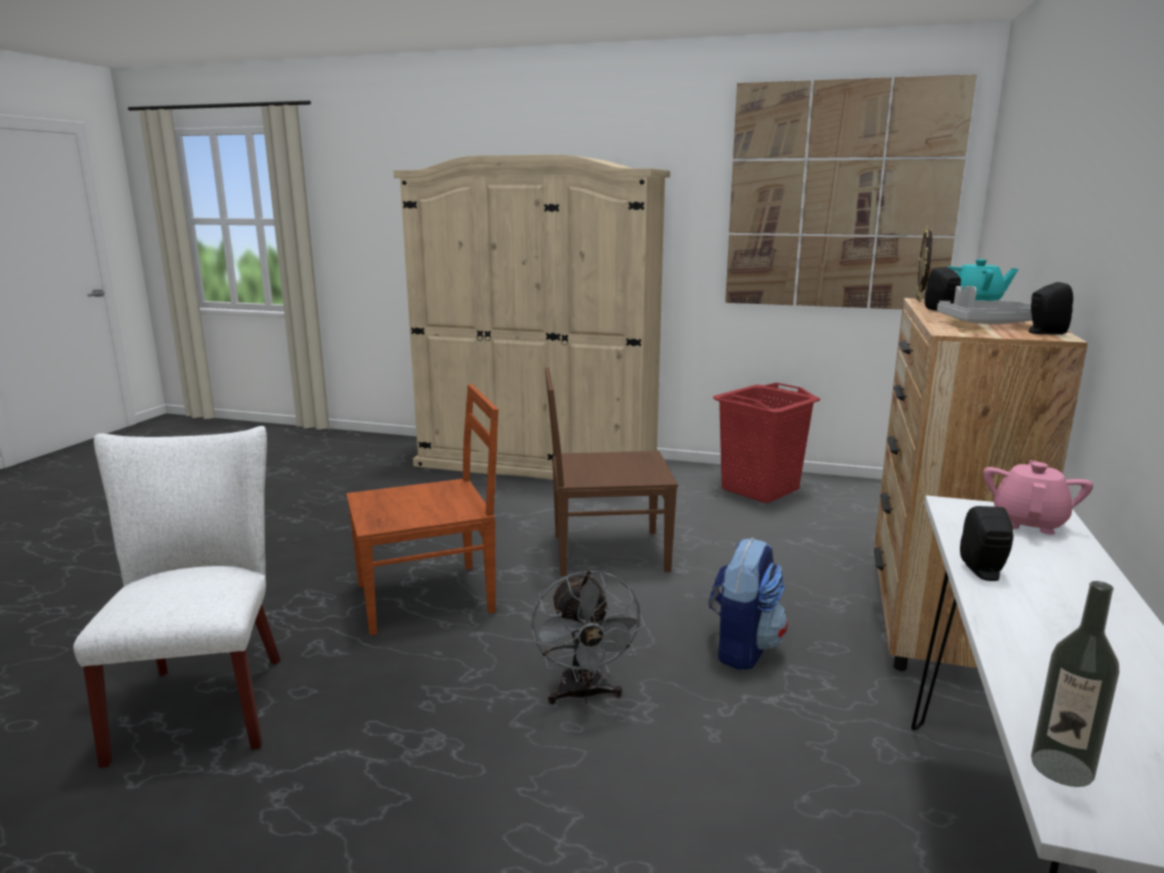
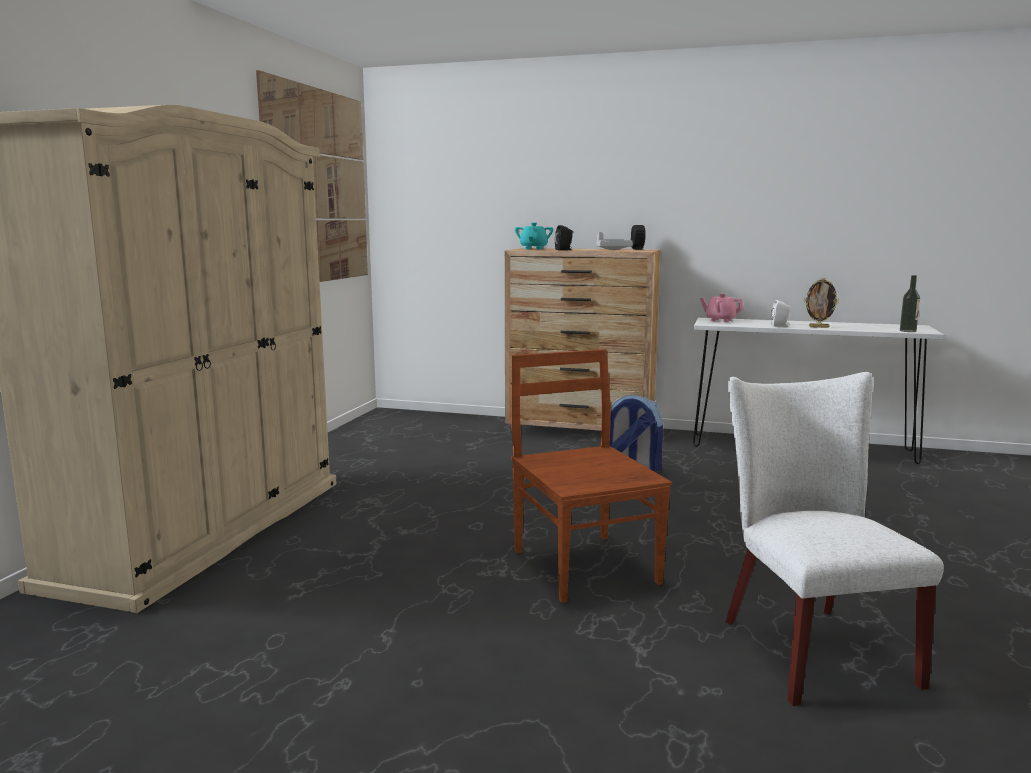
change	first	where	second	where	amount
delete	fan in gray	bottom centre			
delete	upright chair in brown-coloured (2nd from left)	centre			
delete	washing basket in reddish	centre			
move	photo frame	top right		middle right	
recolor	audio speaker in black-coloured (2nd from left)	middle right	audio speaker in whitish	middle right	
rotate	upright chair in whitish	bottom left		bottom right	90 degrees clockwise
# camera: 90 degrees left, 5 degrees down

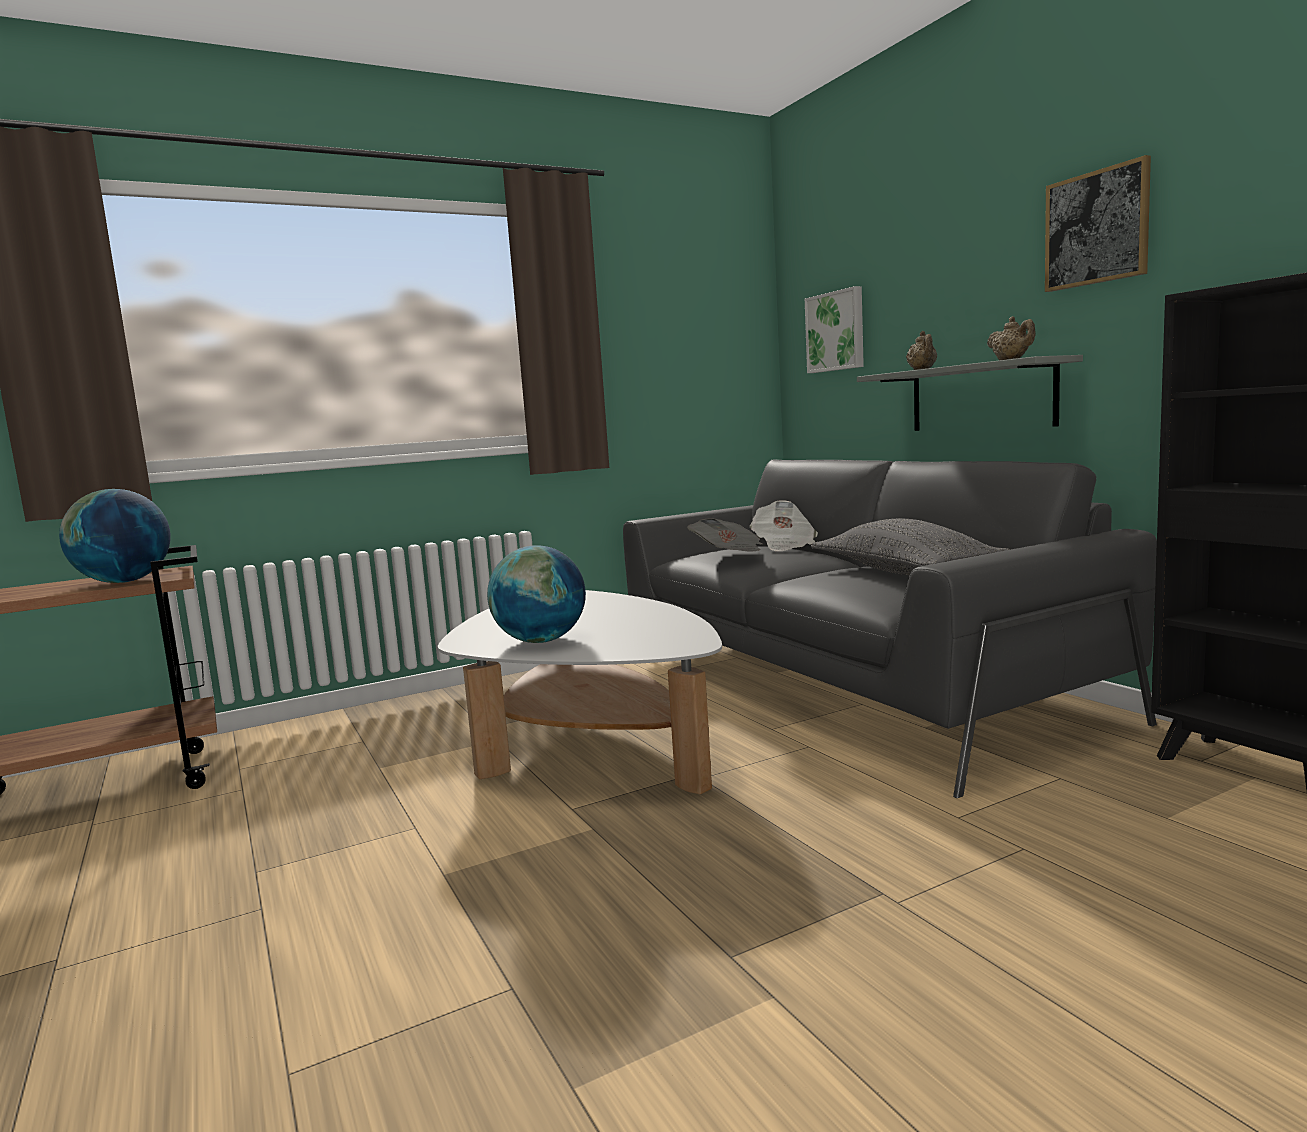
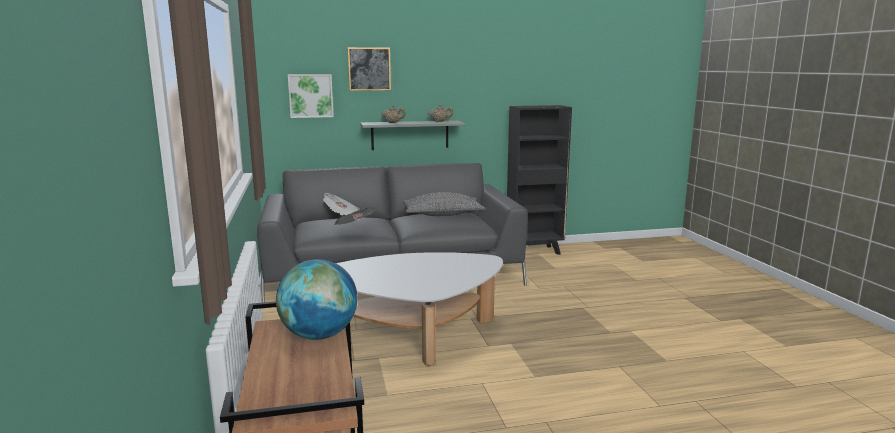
change	first	where	second	where	amount
delete	world globe (2nd from left)	centre			
move	wall picture (2nd from left)	top right		top centre	
# camera: 75 degrees left, 5 degrees up

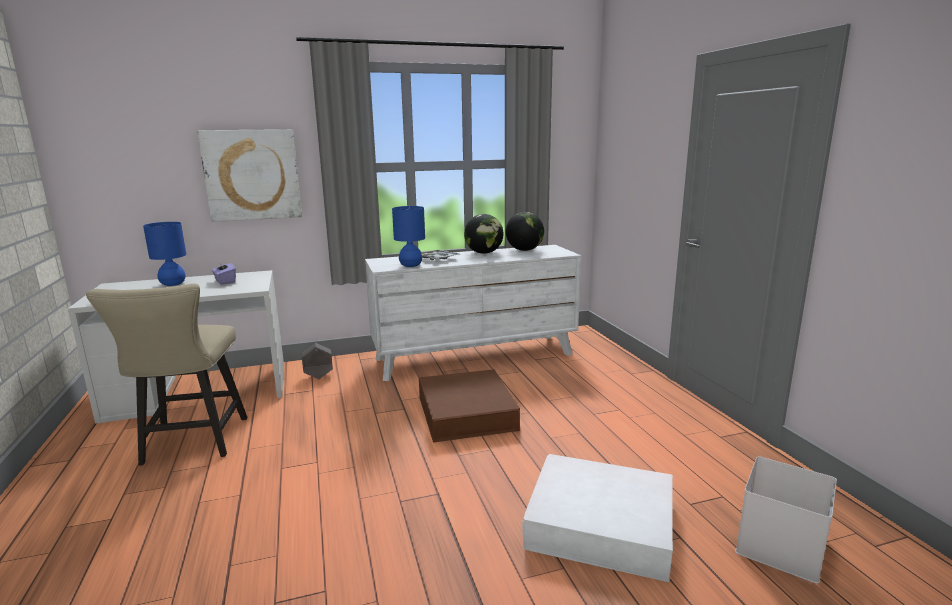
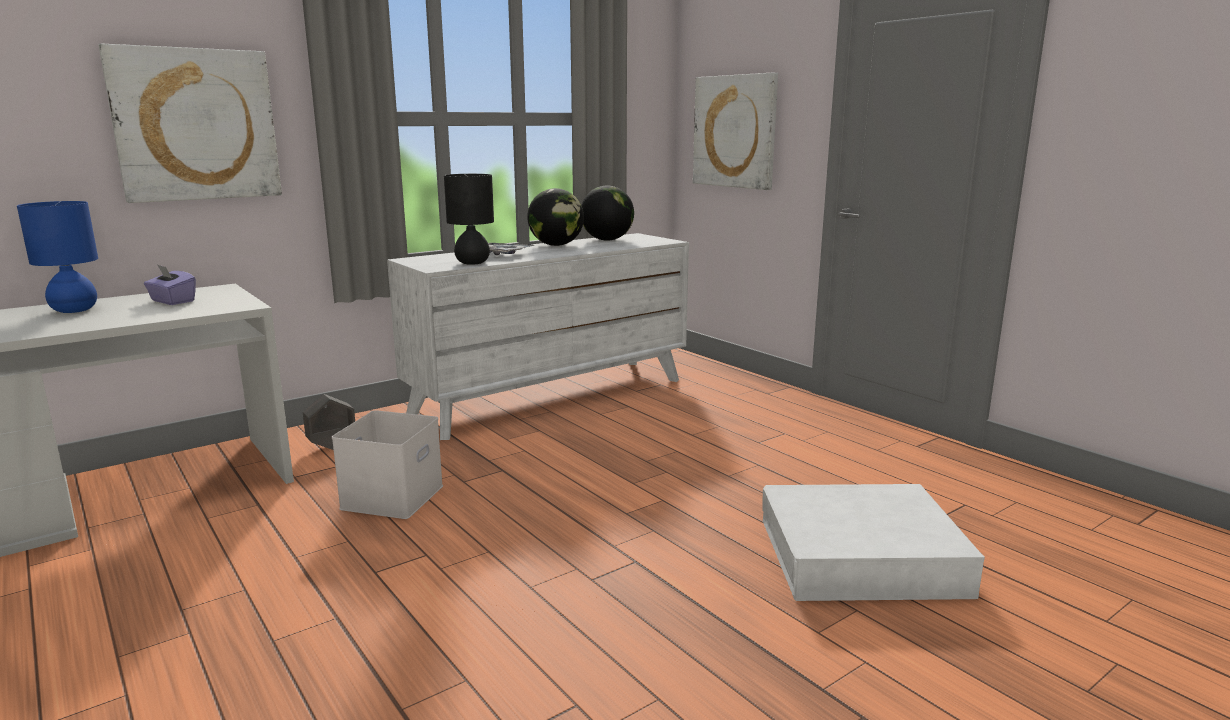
change	first	where	second	where	amount
delete	upright chair in beige	middle left			
delete	storage container in brown-coloured	bottom centre			
insert			wall picture (2nd from left)	top centre	
move	storage container in whitish (2nd from left in the first image)	bottom right	storage container in whitish (1st from left)	middle left	
recolor	tabletop lamp in bluish (2nd from left)	centre	tabletop lamp in black-coloured	top centre	
# camera: 20 degrees left, 0 degrees up

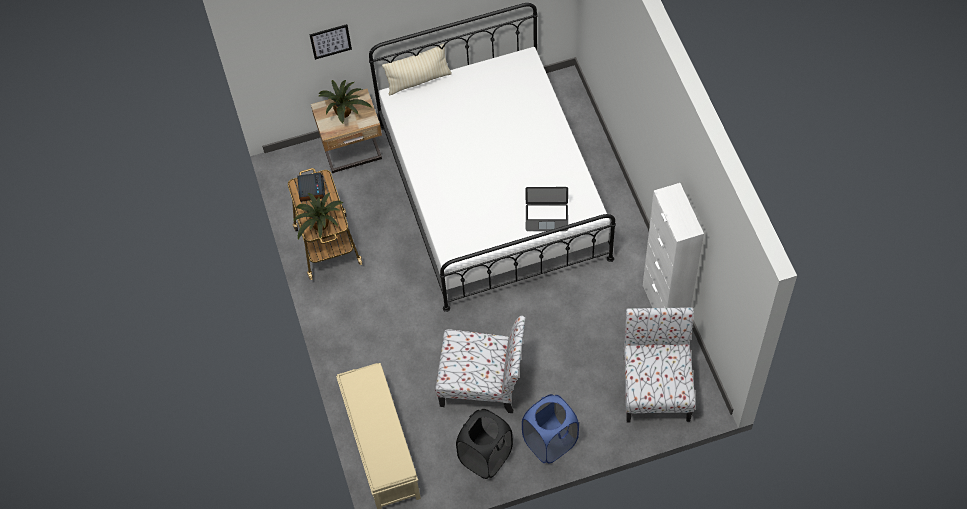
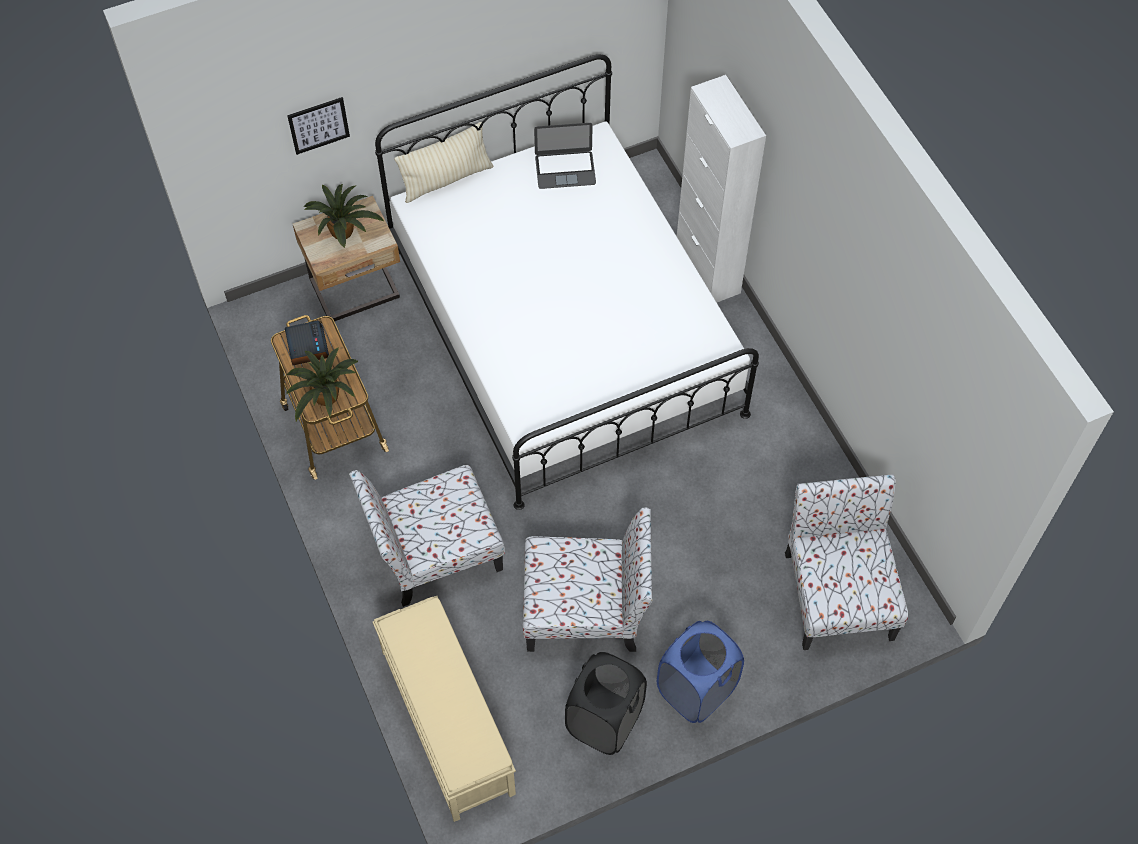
change	first	where	second	where	amount
insert			upright chair (1st from left)	centre	
move	notebook computer	centre		top centre	
move	storage cabinet in whitish	middle right		top centre	
# camera: 10 degrees left, 0 degrees up

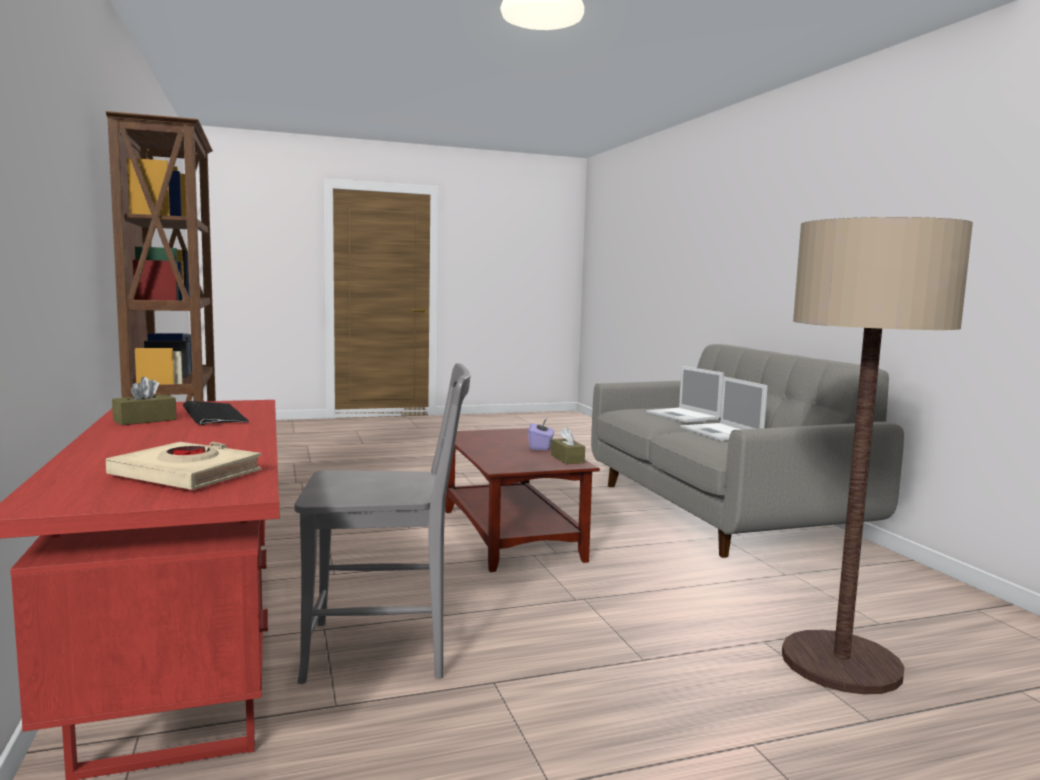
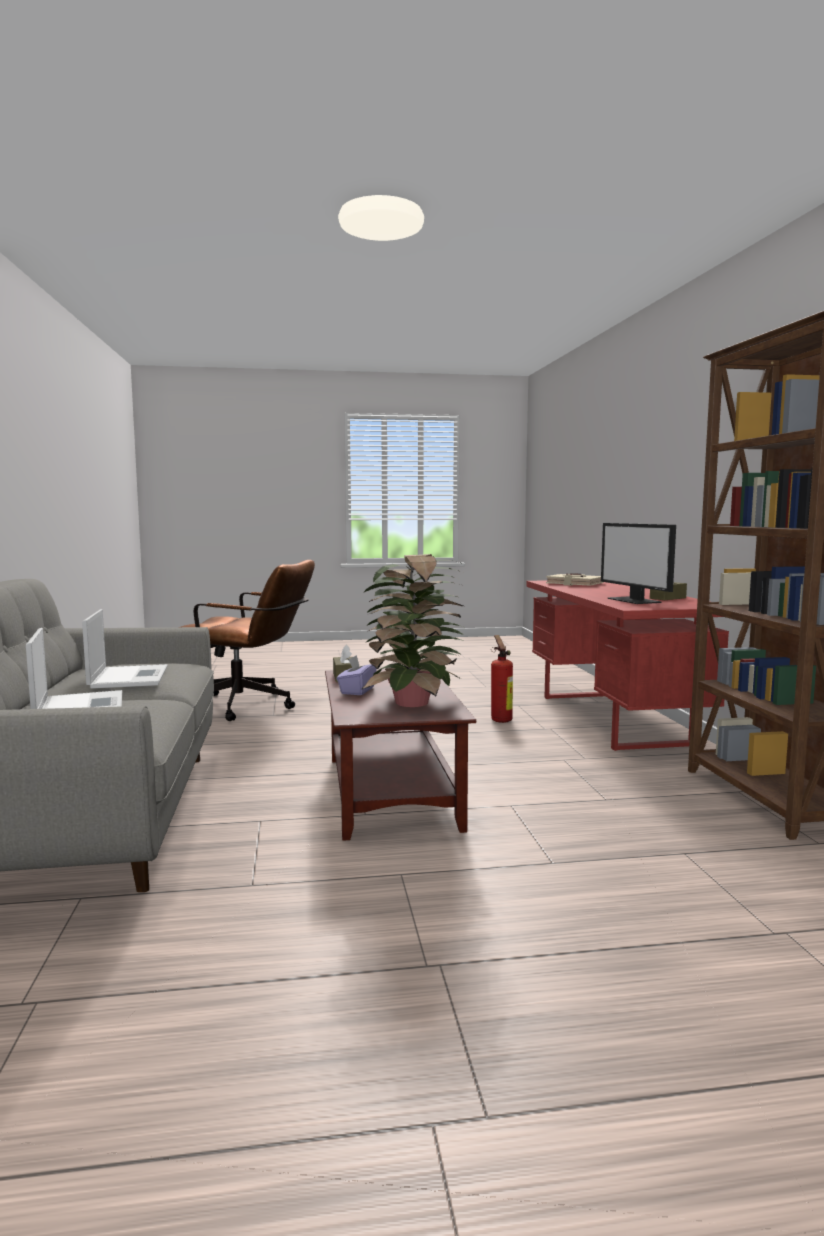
change	first	where	second	where	amount
insert			potted plant	centre	
replace	computer keyboard	middle left	computer screen	middle right	
replace	upright chair in gray	bottom centre	extinguisher	centre	
replace	standard lamp	middle right	desk chair in brown-coloured	middle left	
# camera: 170 degrees left, 0 degrees up

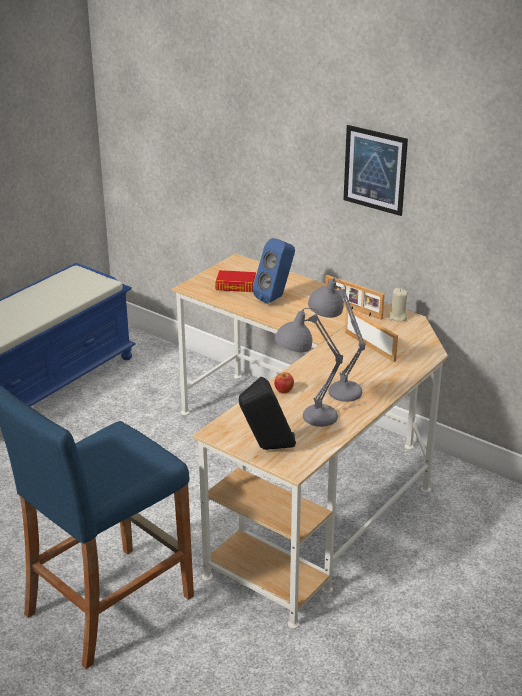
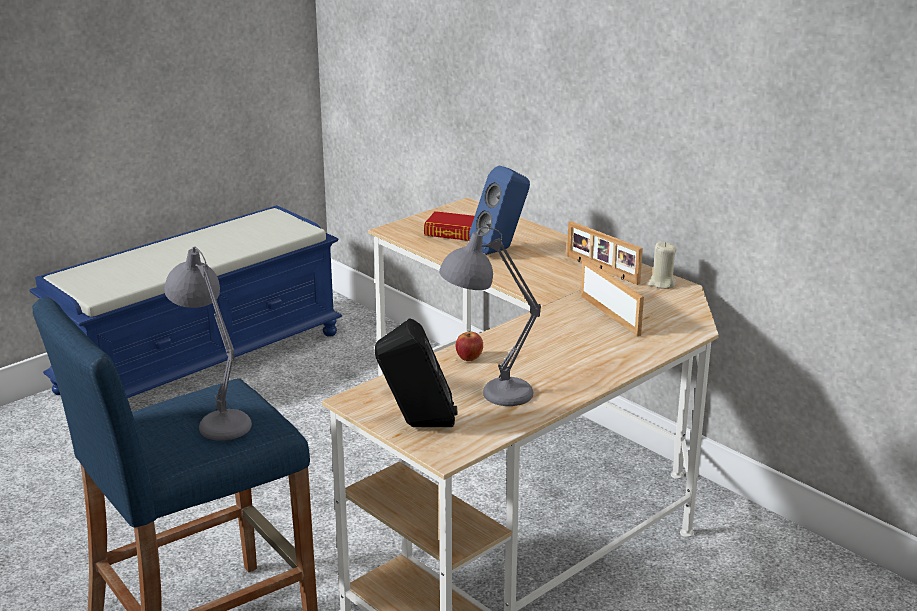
change	first	where	second	where	amount
delete	wall picture	top right			
move	tabletop lamp in gray (2nd from left in the first image)	centre	tabletop lamp in gray (1st from left)	middle left	
# camera: 10 degrees right, 5 degrees down

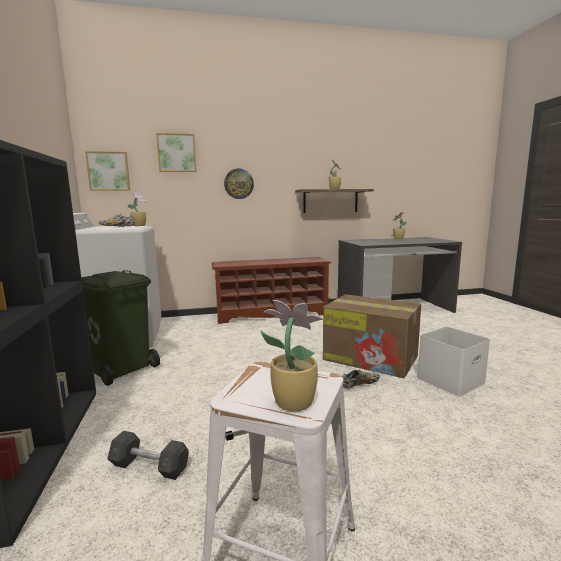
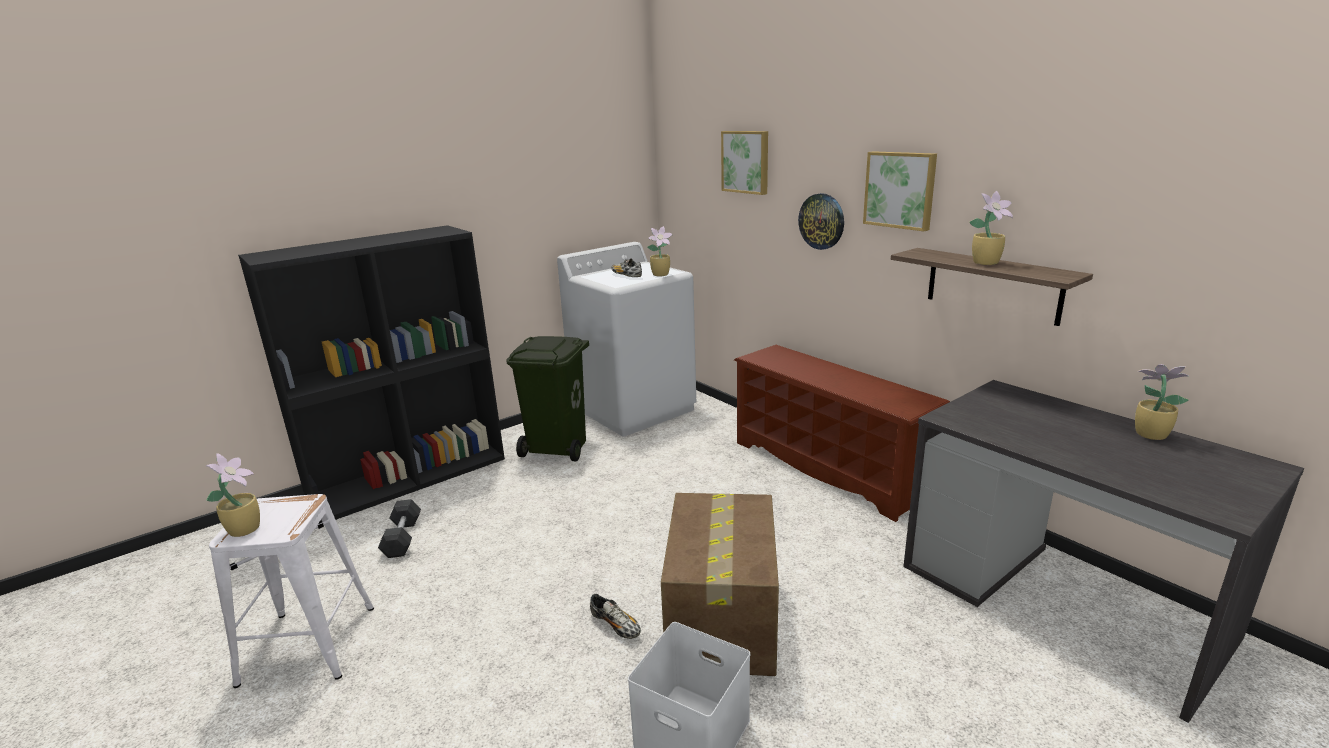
change	first	where	second	where	amount
move	wall picture (1st from left in the first image)	top left	wall picture (2nd from left)	top right	
# camera: 65 degrees right, 10 degrees up

